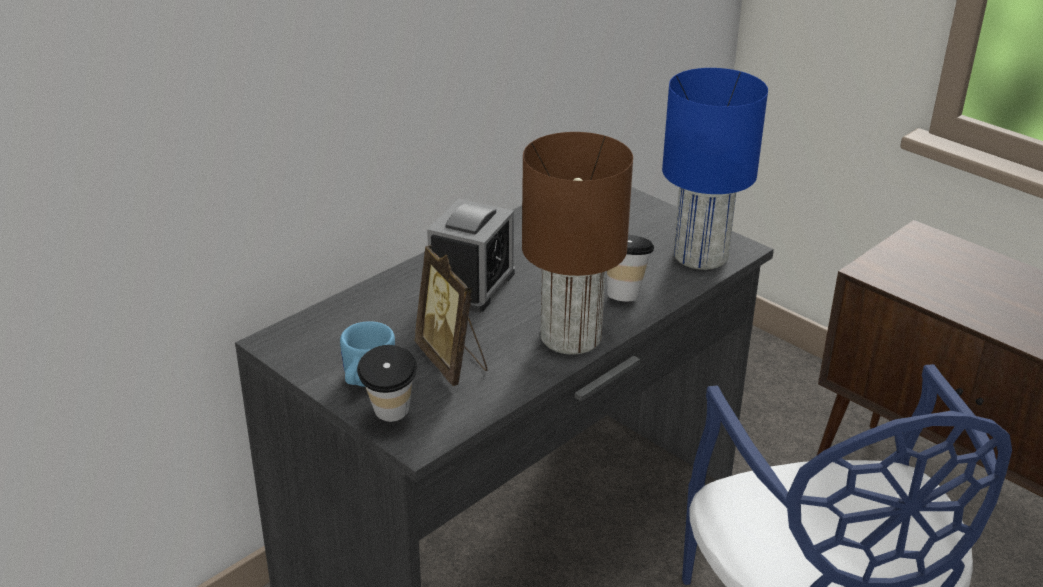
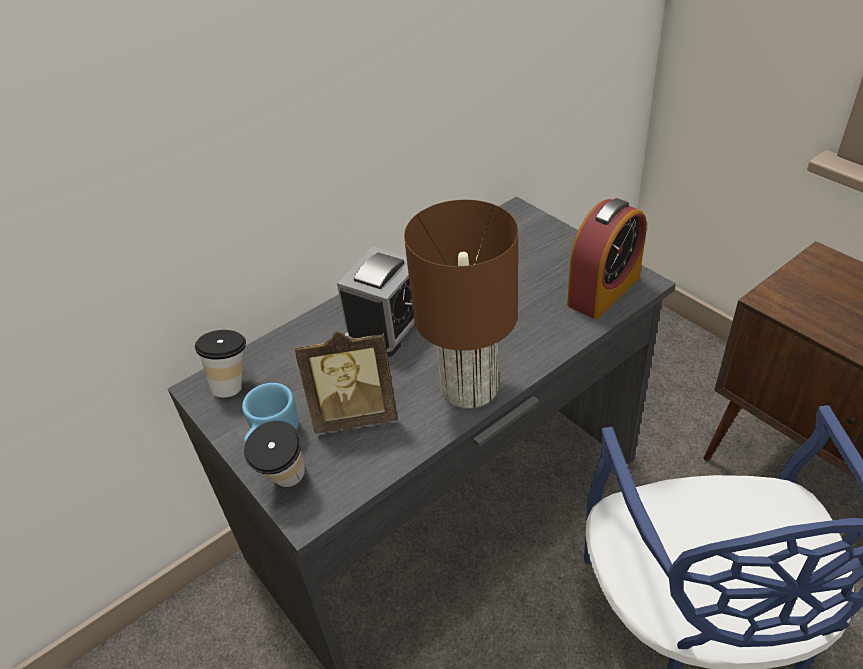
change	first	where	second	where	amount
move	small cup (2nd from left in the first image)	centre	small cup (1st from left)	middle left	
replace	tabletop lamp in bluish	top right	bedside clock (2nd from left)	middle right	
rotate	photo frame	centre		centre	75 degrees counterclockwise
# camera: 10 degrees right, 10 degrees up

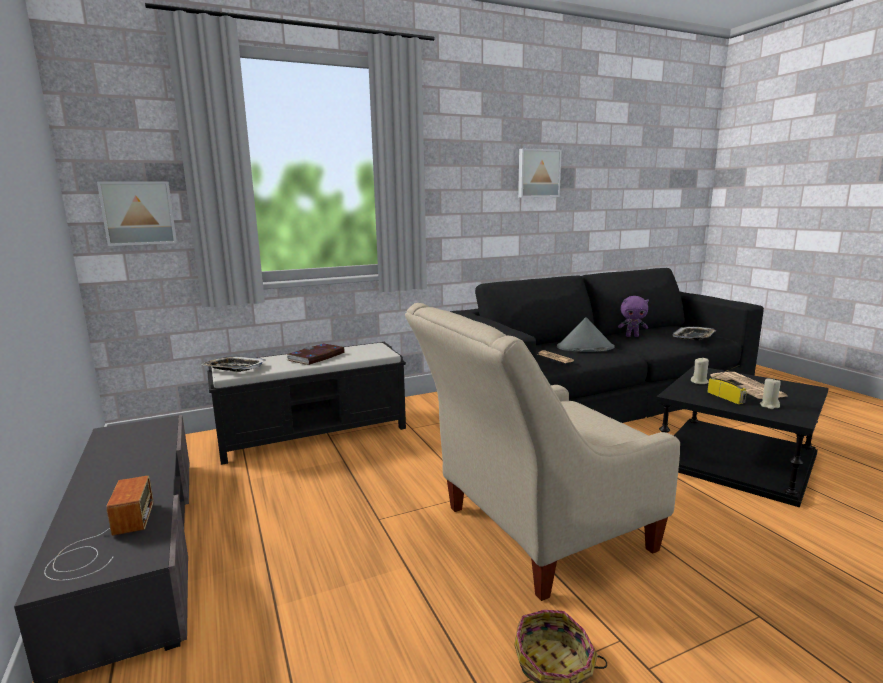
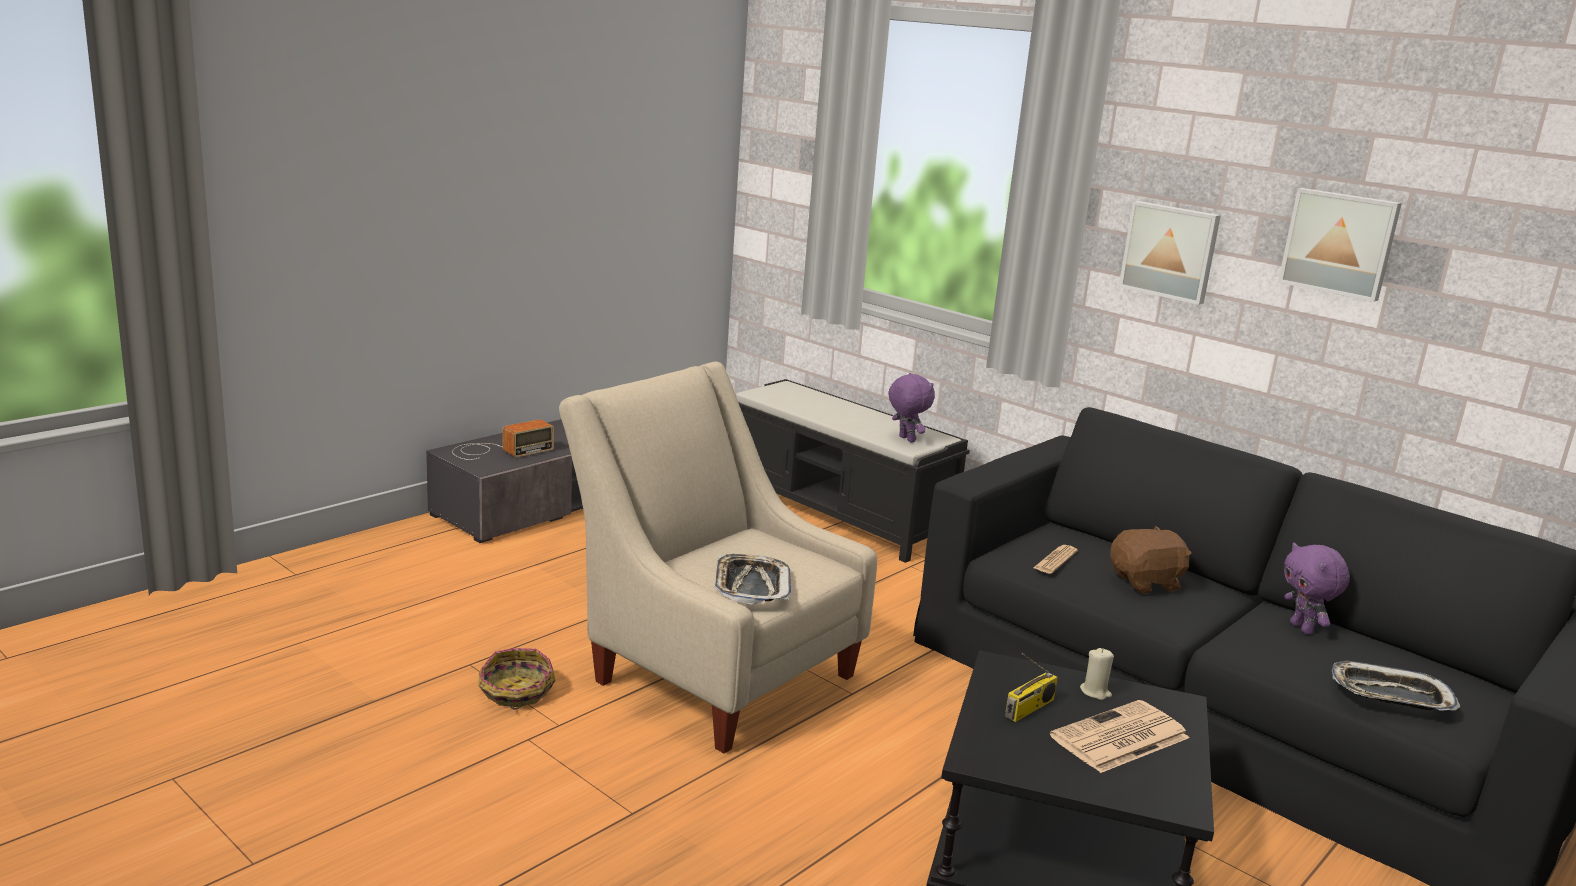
change	first	where	second	where	amount
delete	volume	centre			
delete	candle in beige (2nd from left)	middle right			
insert			plush toy in purple (1st from left)	centre	
move	wall picture (1st from left)	top left		top right	
move	carrying tray (1st from left)	middle left		centre	
replace	clothing hat in gray	centre	plush toy in brown-coloured	middle right	
# camera: 65 degrees right, 5 degrees up

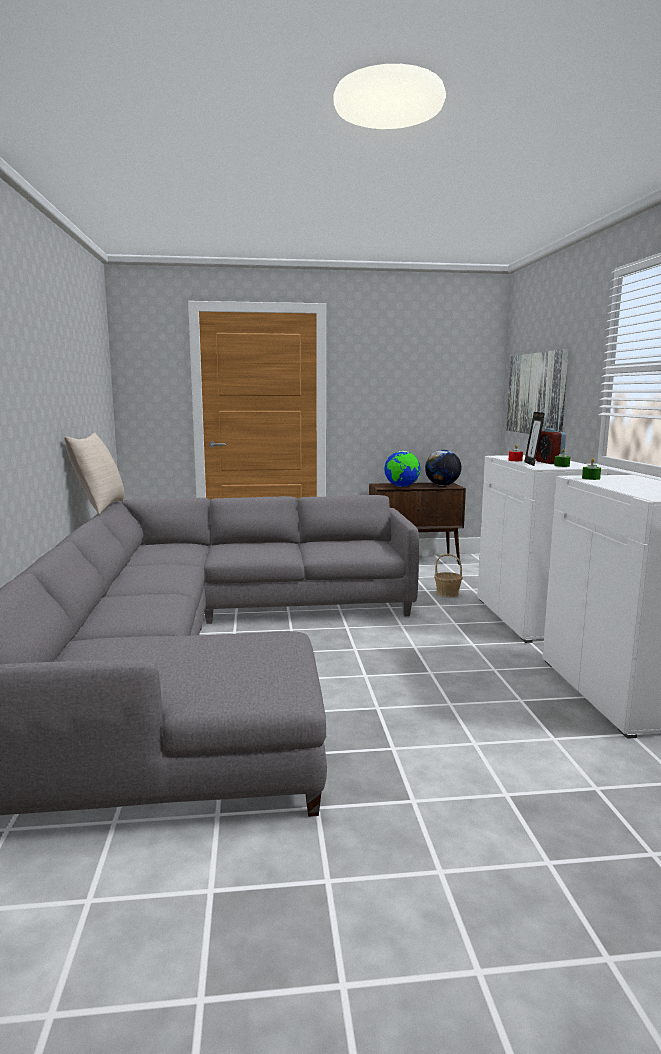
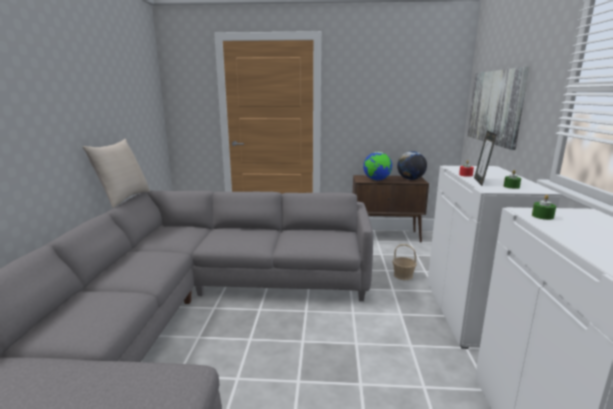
change	first	where	second	where	amount
delete	bedside clock	middle right			
# camera: 10 degrees right, 5 degrees up

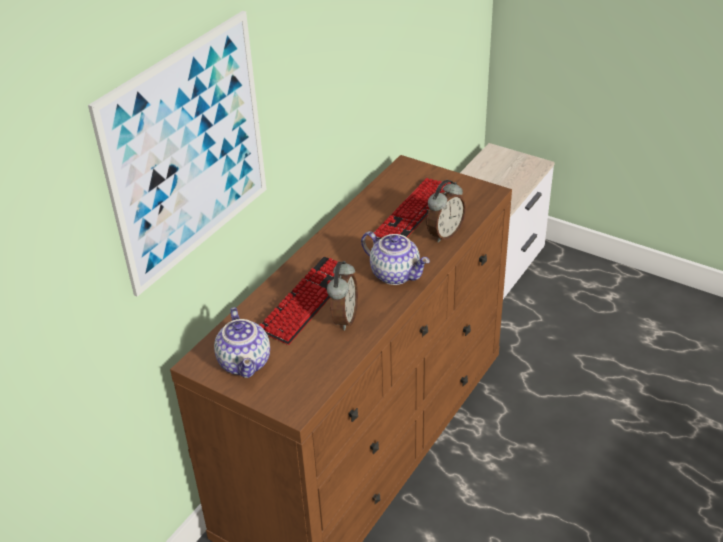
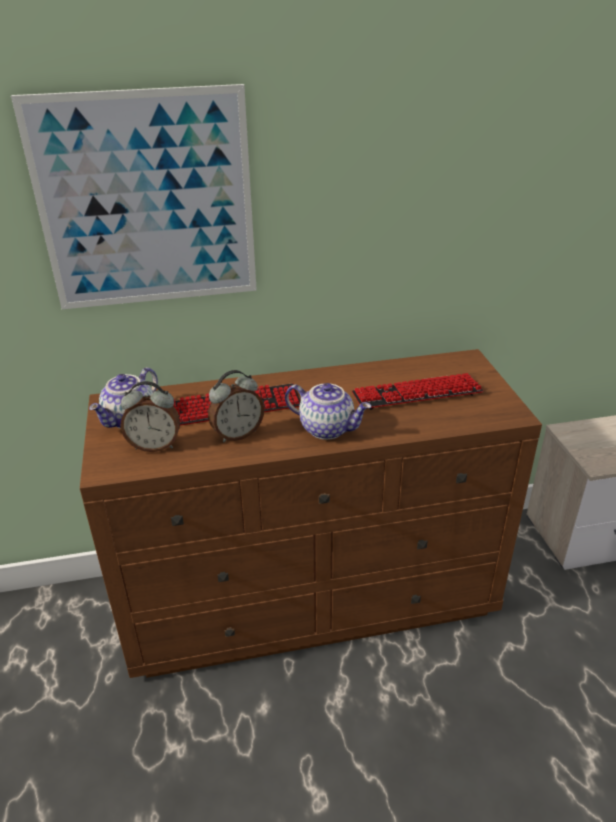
change	first	where	second	where	amount
move	bedside clock (2nd from left in the first image)	centre	bedside clock (1st from left)	middle left	
rotate	tea pot (2nd from left)	centre		centre	60 degrees counterclockwise
# camera: 45 degrees right, 5 degrees down

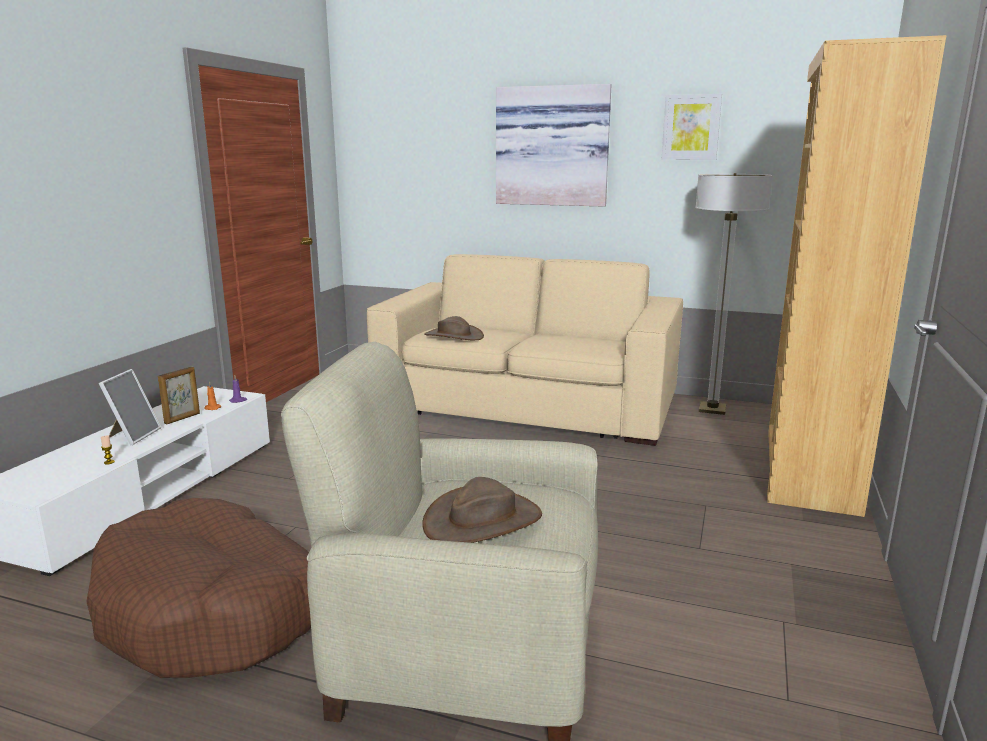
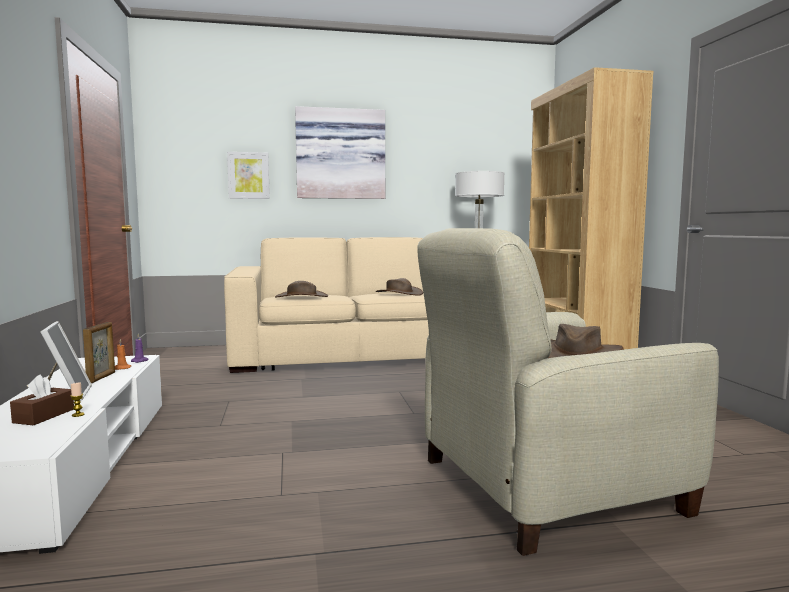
change	first	where	second	where	amount
delete	dog bed in brown-coloured	bottom left			
insert			tissue holder in brown-coloured	bottom left	
insert			clothing hat in brown-coloured (2nd from left)	centre	
move	wall picture (2nd from left in the first image)	top right	wall picture (1st from left)	top left	
# camera: 30 degrees left, 10 degrees down

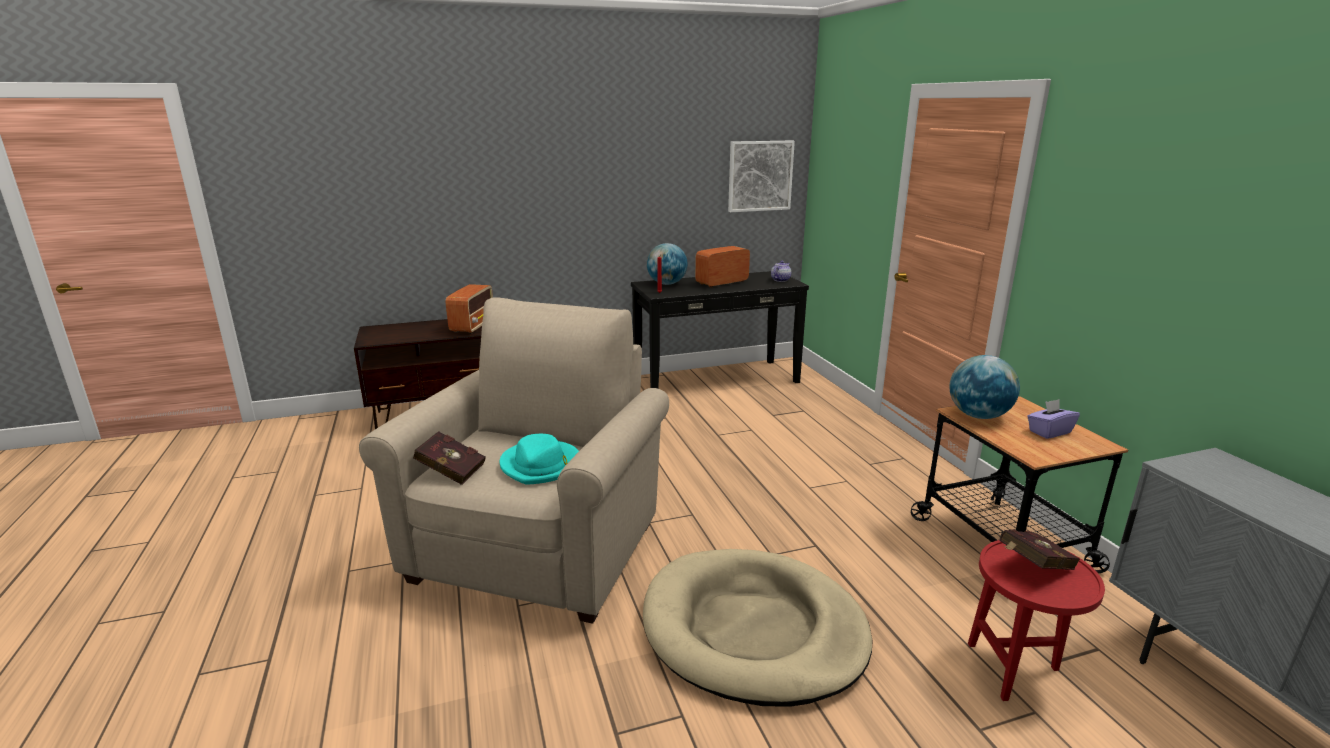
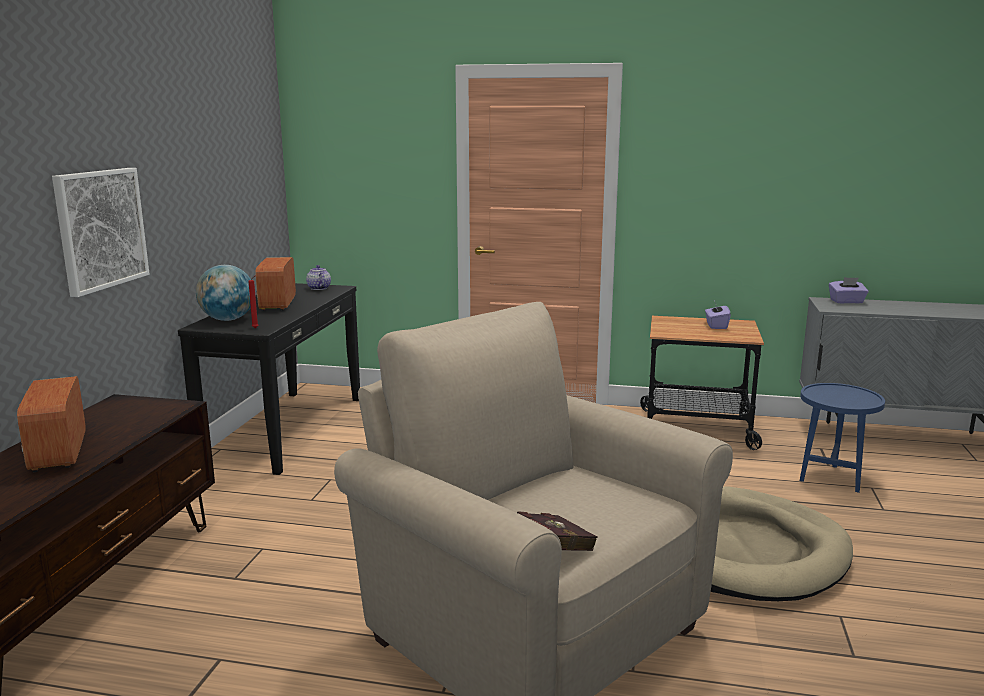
change	first	where	second	where	amount
delete	clothing hat in turquoise-coloured	centre			
delete	world globe (2nd from left)	middle right			
delete	volume in reddish (2nd from left)	bottom right			
insert			tissue holder in purple (2nd from left)	middle right	
move	wall picture	top centre		middle left	
recolor	accent table in reddish	bottom right	accent table in bluish	middle right	
rotate	radio set (1st from left)	centre		middle left	150 degrees counterclockwise
# camera: 60 degrees left, 5 degrees down

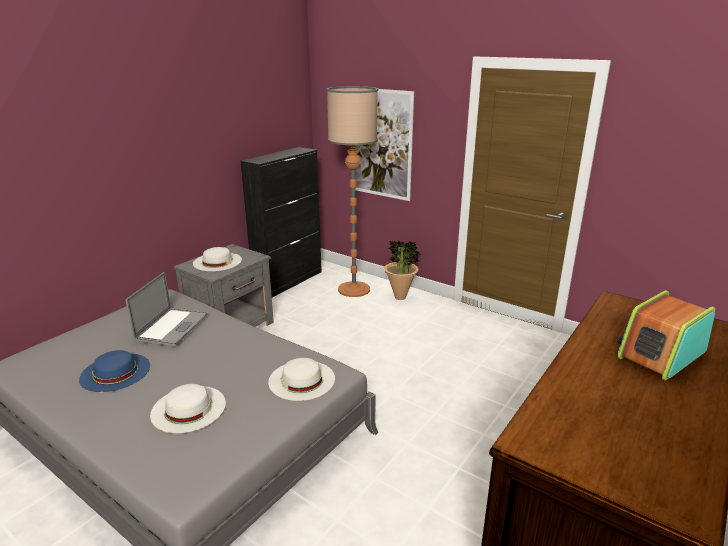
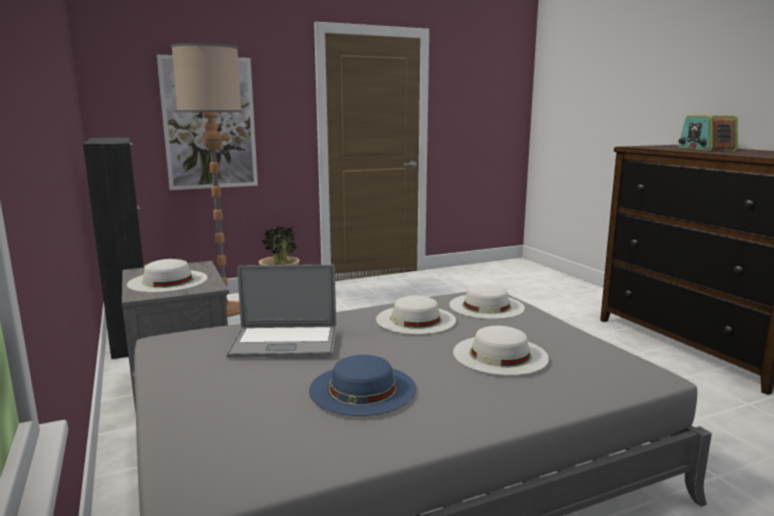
change	first	where	second	where	amount
insert			clothing hat in whitish (2nd from left)	centre	
rotate	notebook computer	middle left		centre	135 degrees clockwise
# camera: 60 degrees left, 10 degrees down

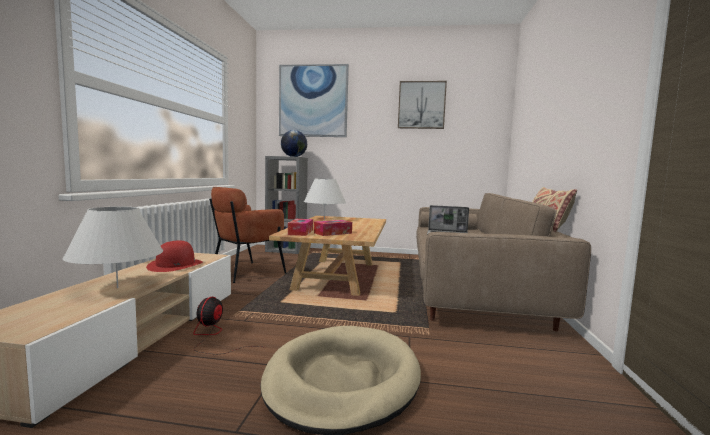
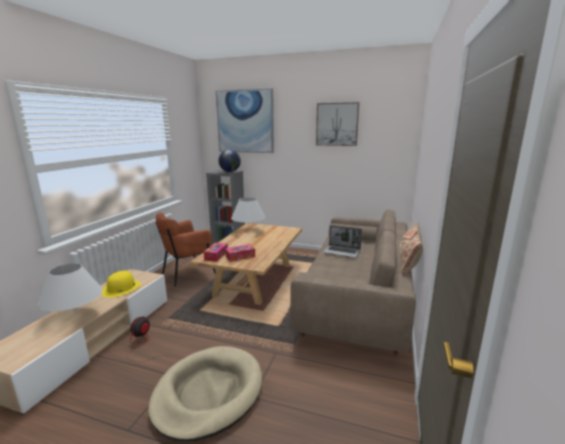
change	first	where	second	where	amount
recolor	clothing hat in reddish	middle left	clothing hat in yellow	middle left	
# camera: 10 degrees right, 10 degrees up

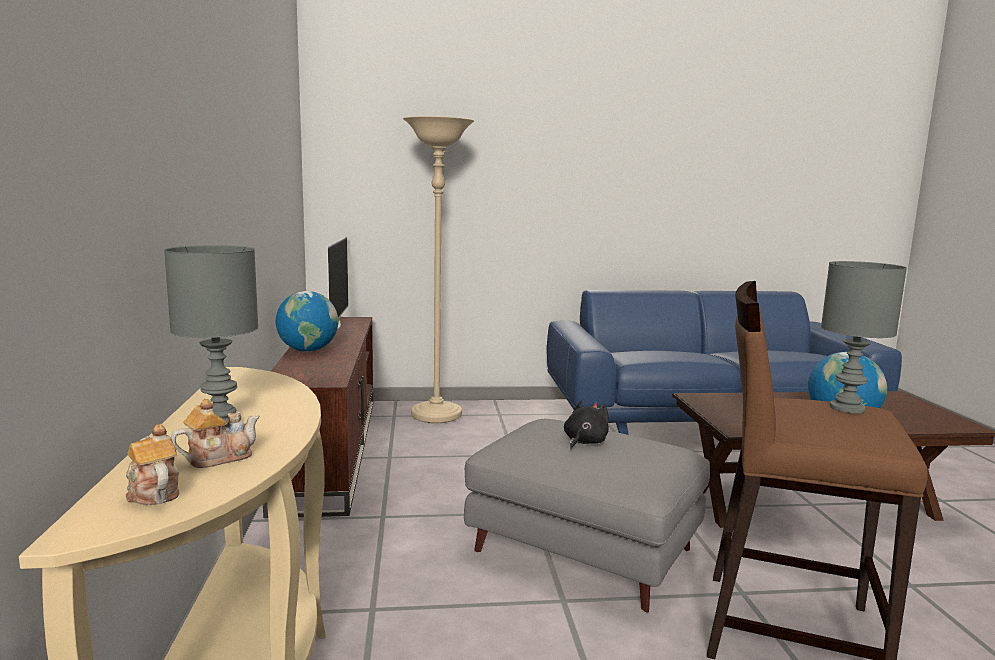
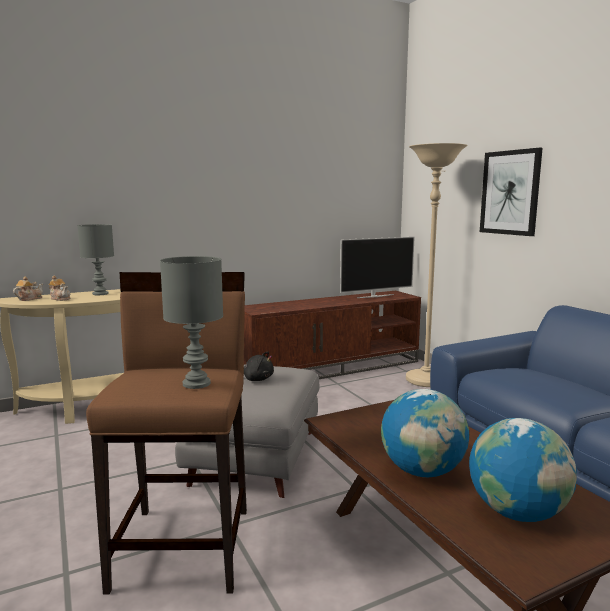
change	first	where	second	where	amount
insert			wall picture	top right	
move	world globe (1st from left in the first image)	middle left	world globe (2nd from left)	bottom right	
# camera: 70 degrees right, 0 degrees up

